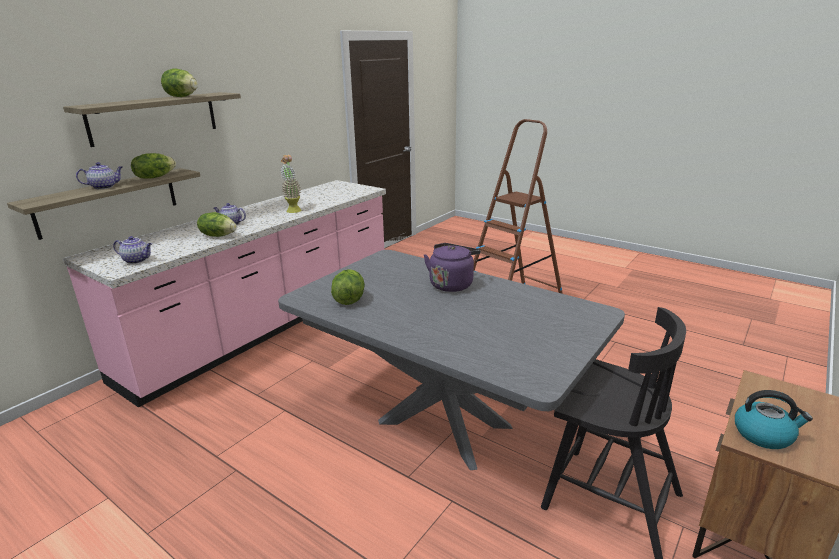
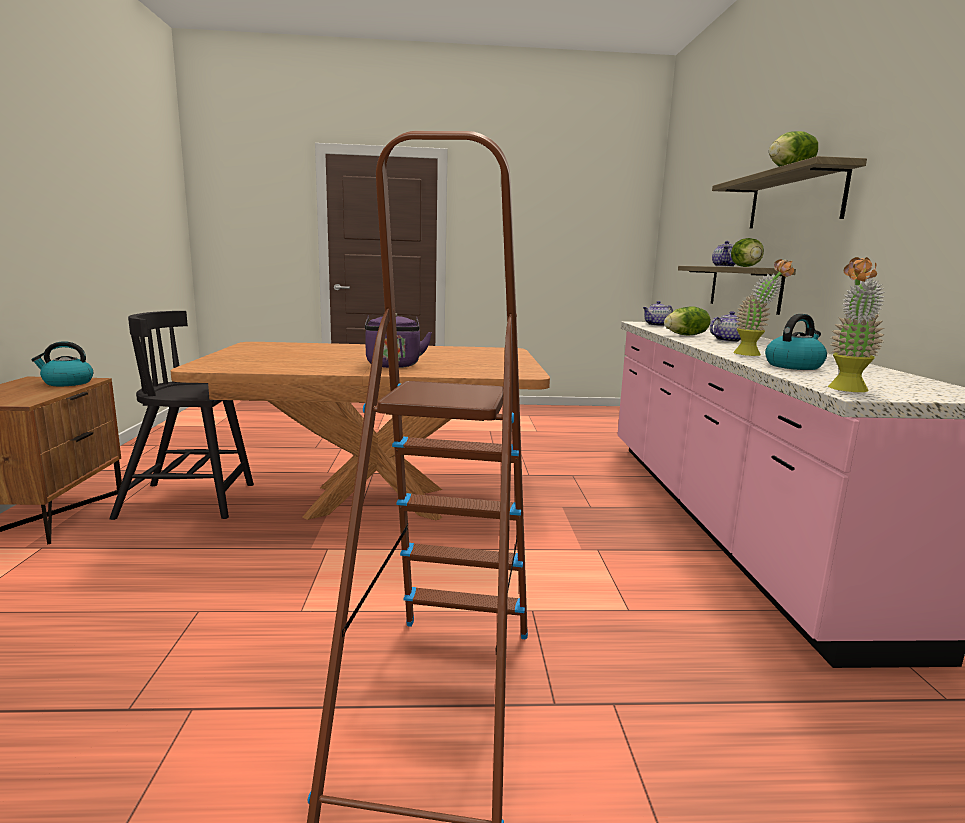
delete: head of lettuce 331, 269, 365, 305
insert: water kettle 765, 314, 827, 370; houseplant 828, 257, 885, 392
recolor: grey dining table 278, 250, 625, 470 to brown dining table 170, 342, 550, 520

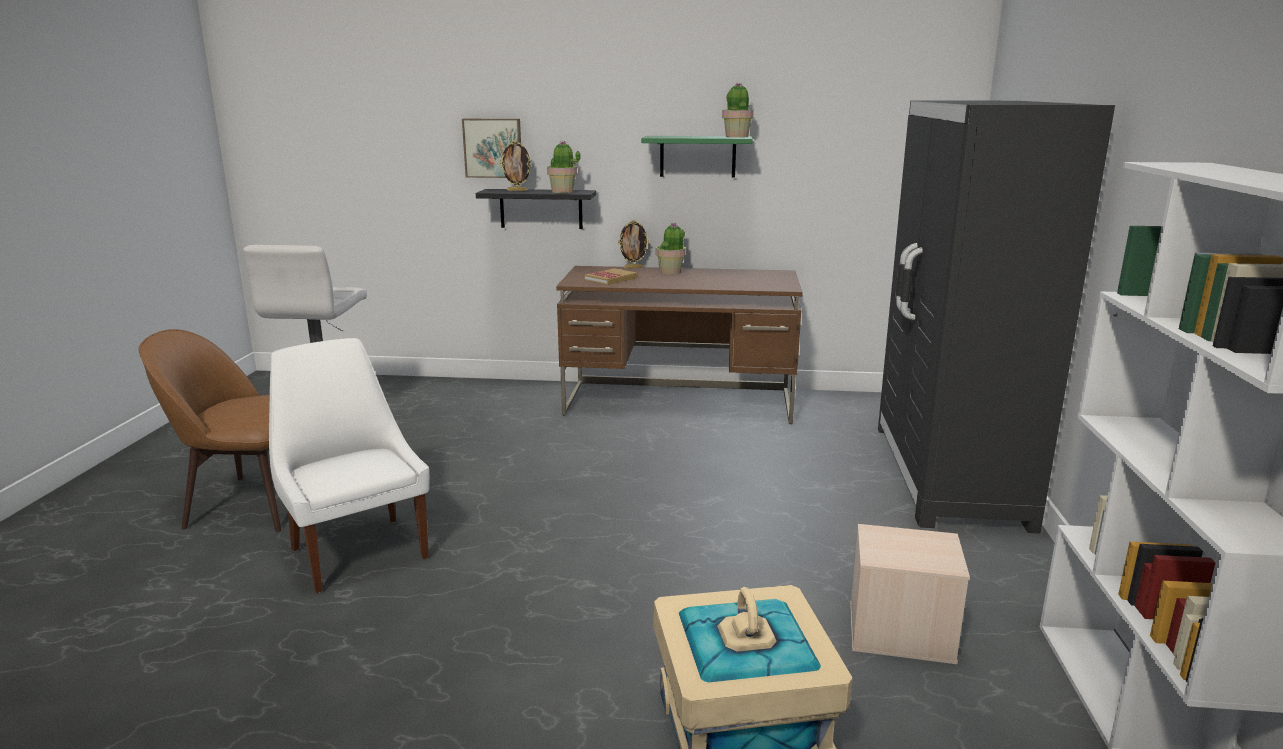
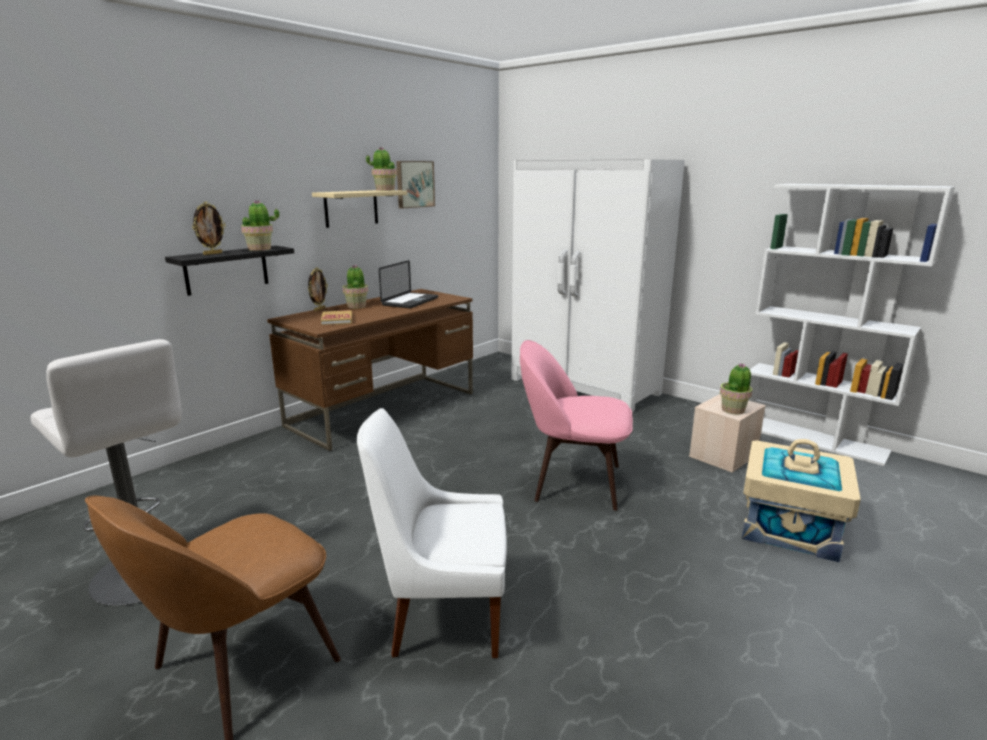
insert: notebook computer 379, 260, 438, 308; pink chair 520, 340, 633, 511; houseplant 720, 363, 752, 414
move: wall picture 462, 119, 521, 178 to 396, 161, 435, 209
recolor: green-coloured shelf 641, 136, 753, 178 to beige-coloured shelf 312, 190, 407, 228; black-coloured cabinet 878, 100, 1115, 534 to whitish cabinet 511, 159, 685, 412

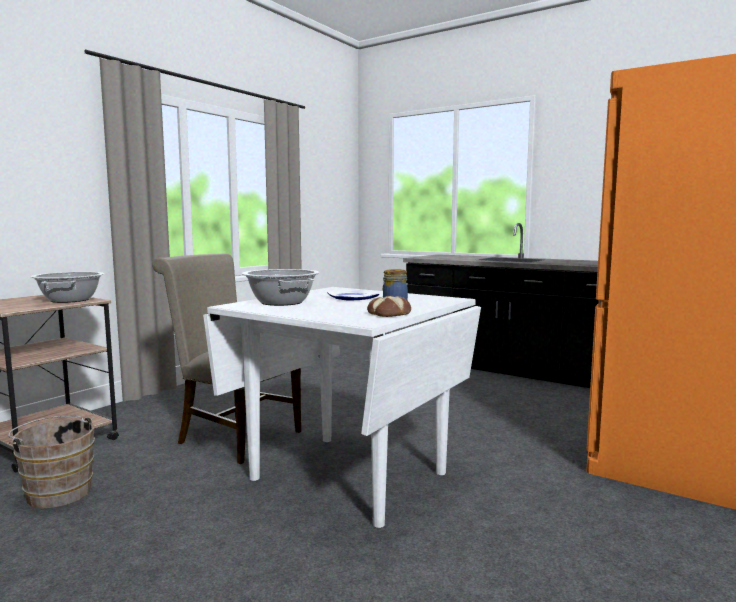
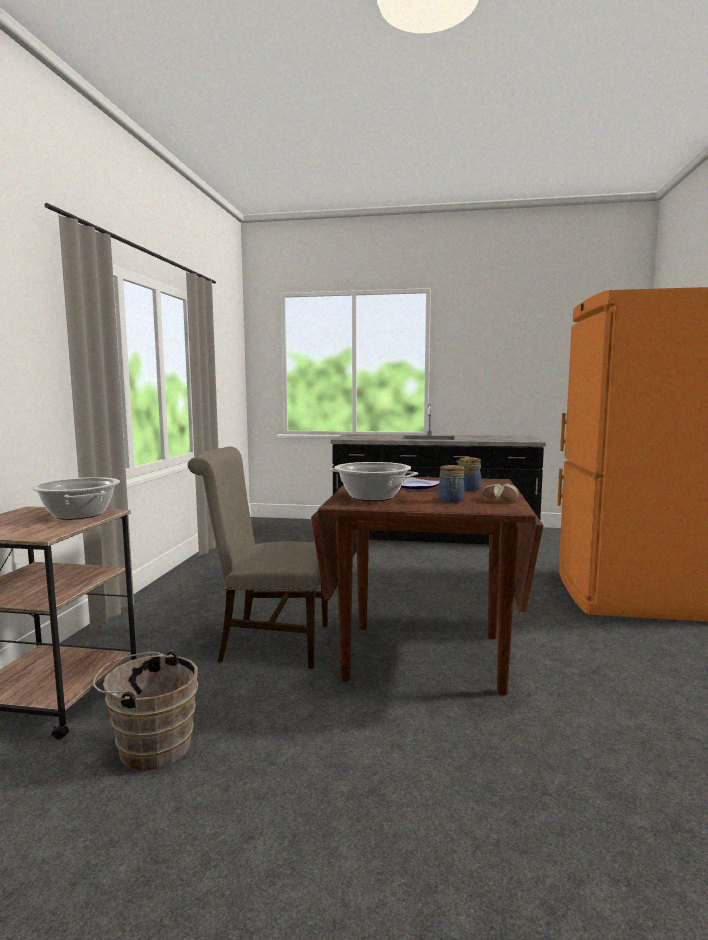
insert: preserve jar 439, 465, 464, 503
recolor: whitish dining table 203, 287, 481, 528 to brown dining table 311, 477, 543, 695

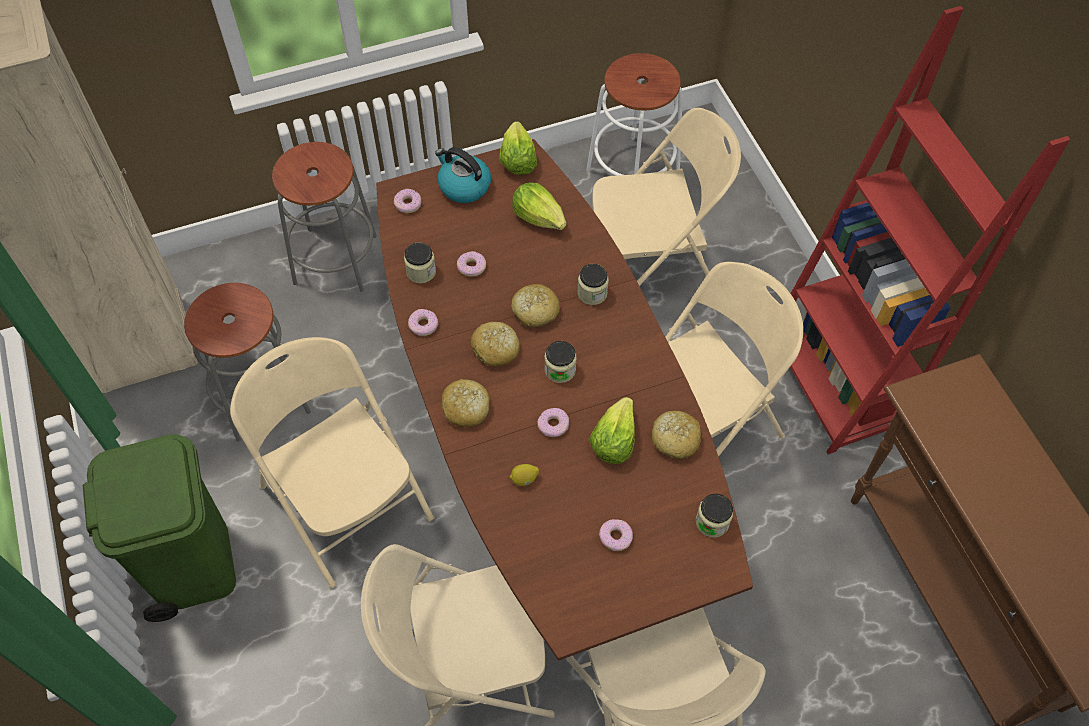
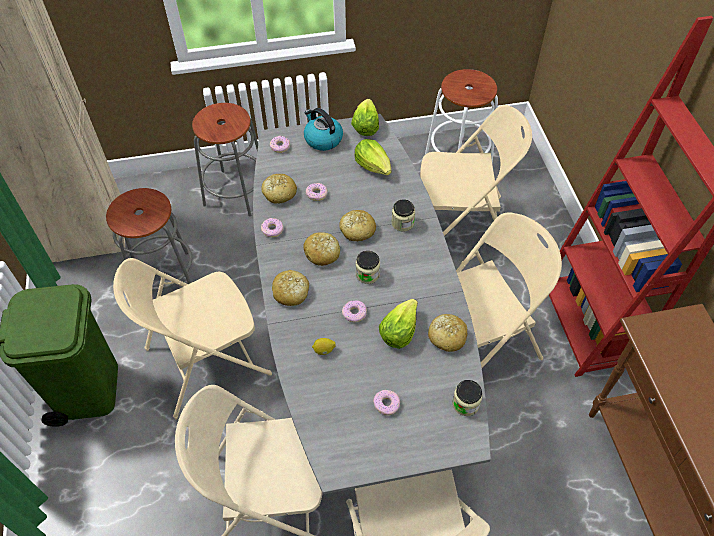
replace: preserve jar 404, 242, 436, 284 to bread 261, 174, 297, 203
recolor: brown dining table 376, 139, 753, 661 to grey dining table 253, 114, 491, 495
rotate: beige-coloured chair 230, 337, 435, 589 = 113, 258, 272, 419 90 degrees counterclockwise

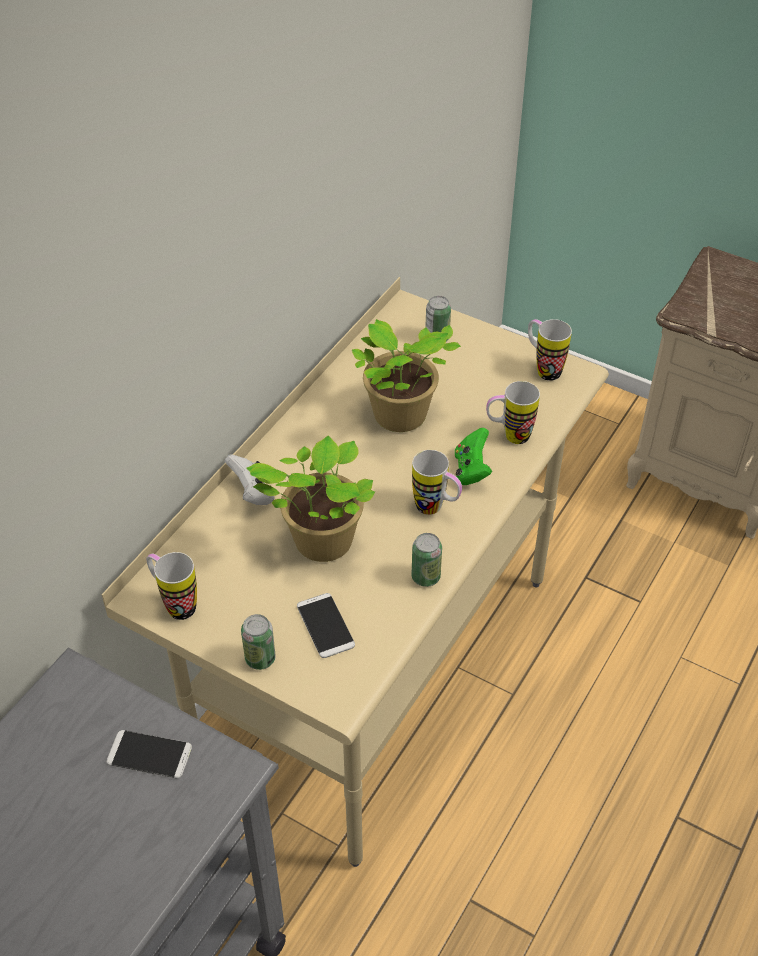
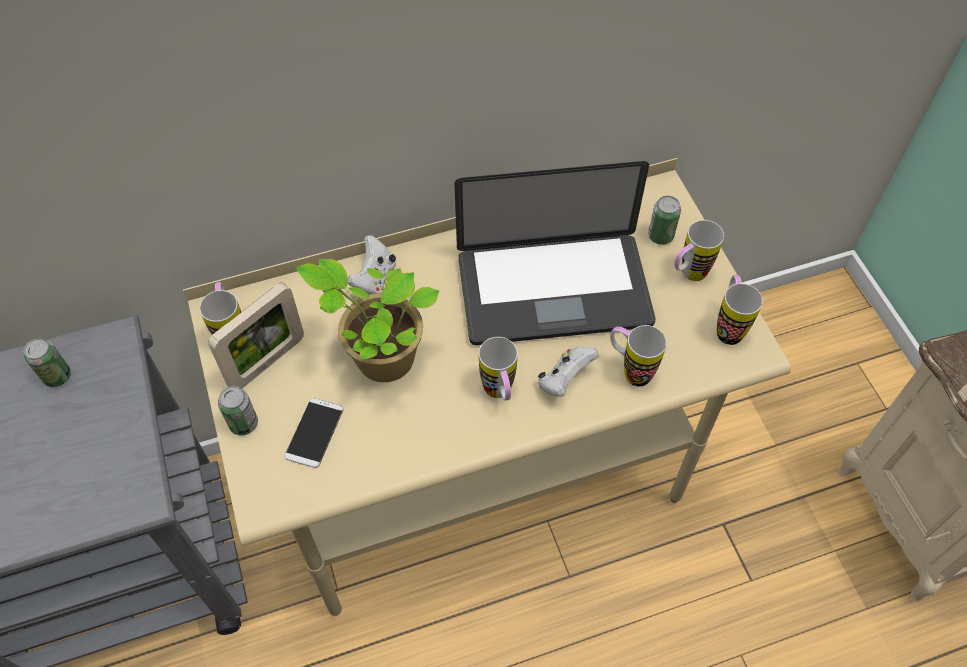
delete: phone 106, 730, 192, 779
insert: standing frame 208, 283, 304, 389; coffee mug 674, 220, 724, 281
move: metal can 412, 533, 442, 587 to 24, 338, 71, 387
replace: houseplant 352, 319, 461, 432 to notebook computer 454, 161, 656, 345
recolor: green-coloured gamepad 455, 428, 492, 485 to whitish gamepad 538, 347, 599, 397

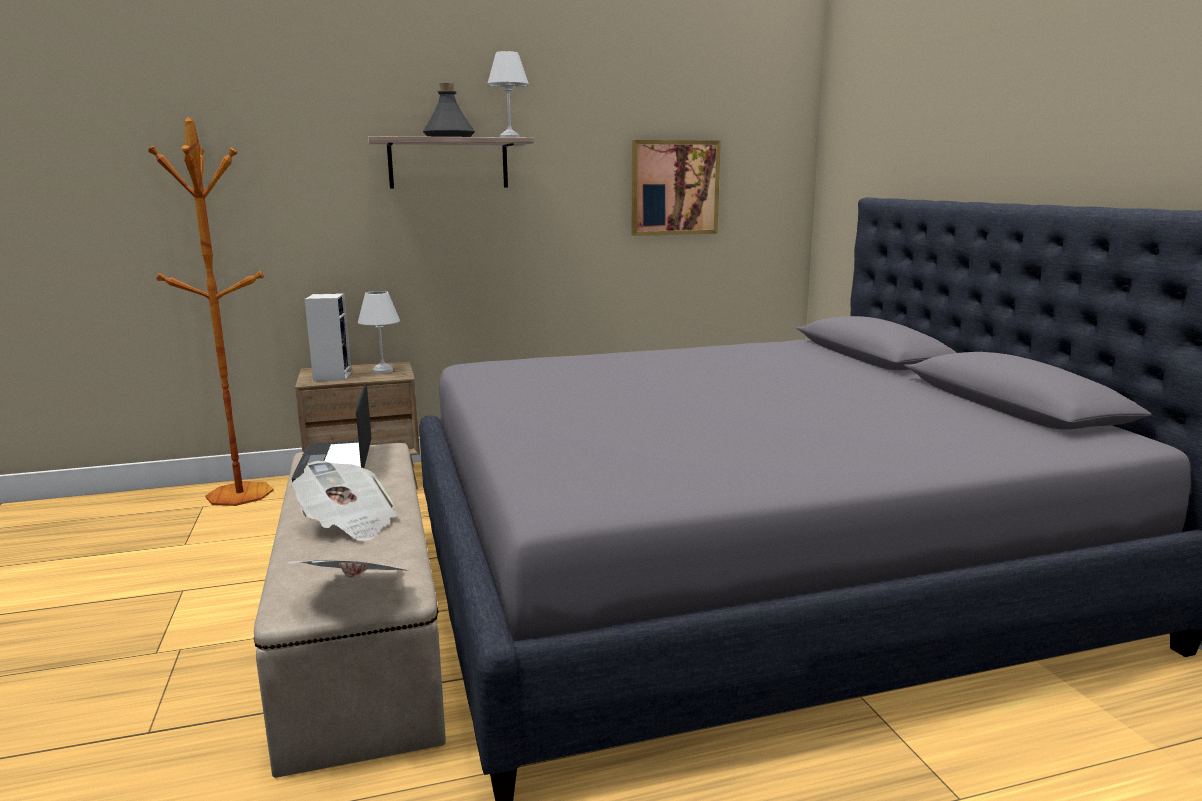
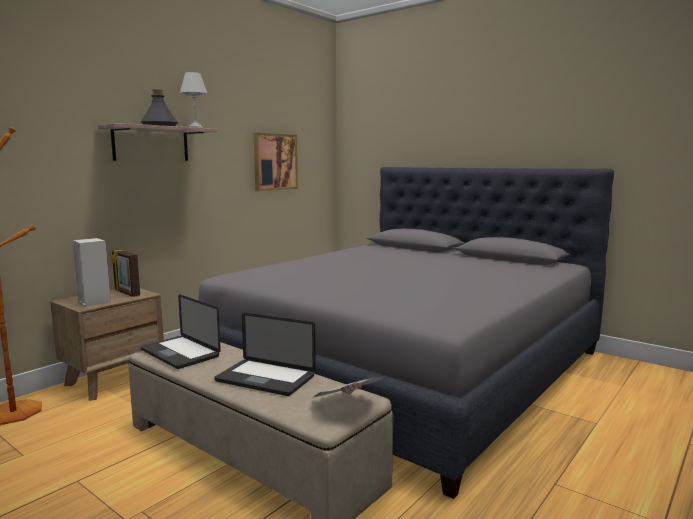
replace: printed paper 292, 461, 398, 541 to notebook computer 214, 313, 316, 396; whitish lamp for a table 358, 291, 400, 374 to standing frame 111, 249, 140, 297

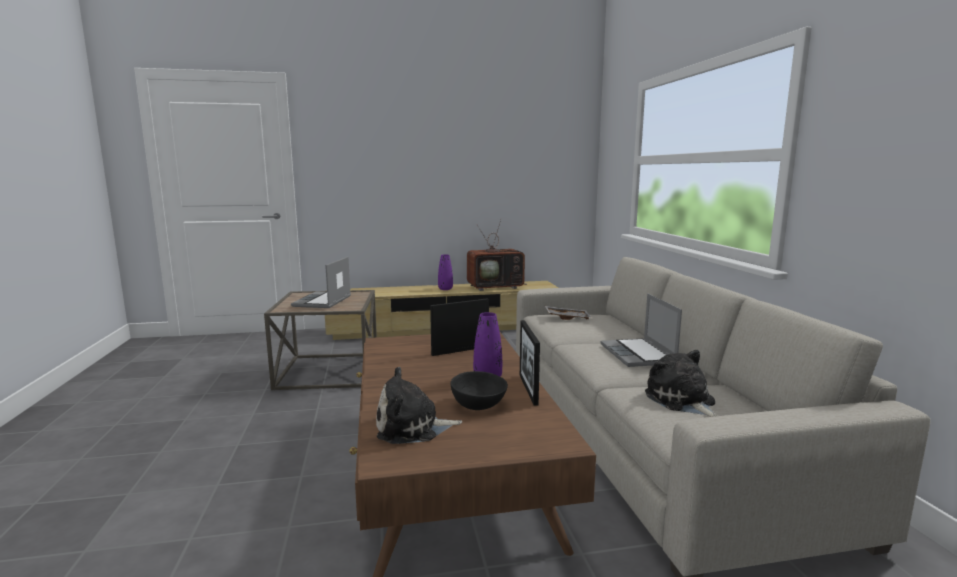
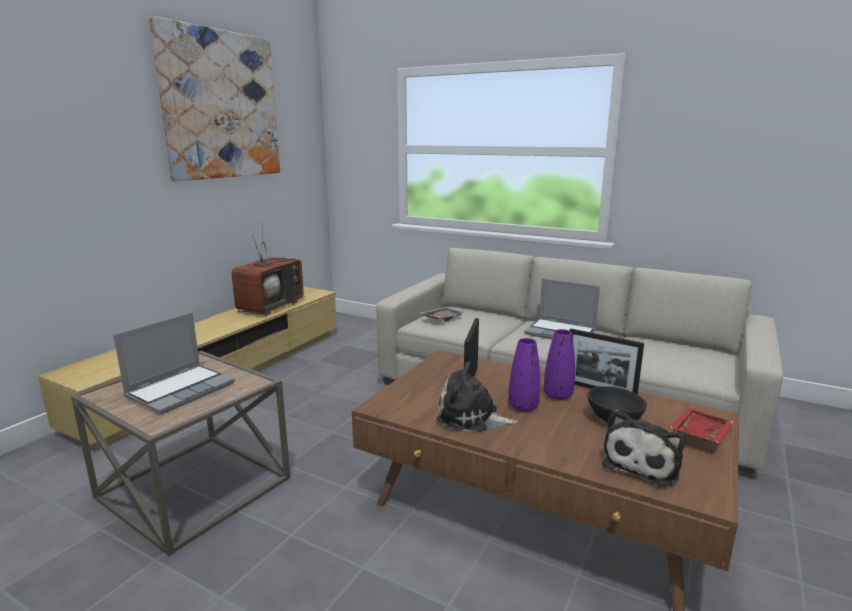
insert: wall picture 149, 16, 280, 181; red tray 670, 408, 733, 443
move: purple vase 438, 254, 453, 290 to 508, 338, 540, 412; plush toy 645, 350, 718, 417 to 436, 362, 517, 432
rotate: notebook computer 291, 256, 351, 308 = 113, 313, 235, 414 105 degrees counterclockwise

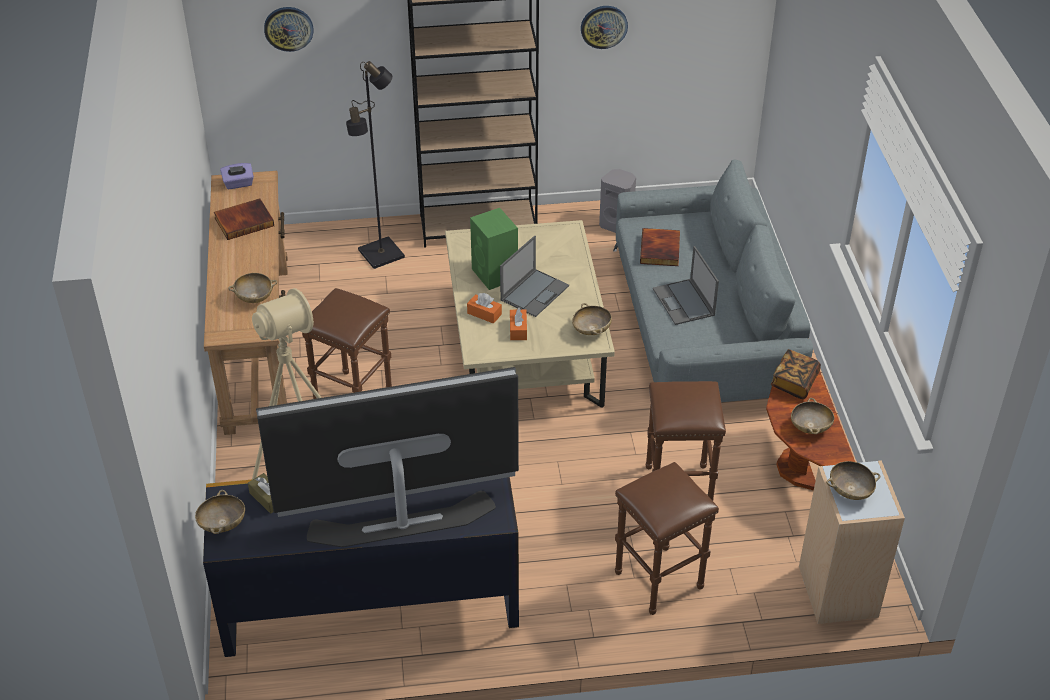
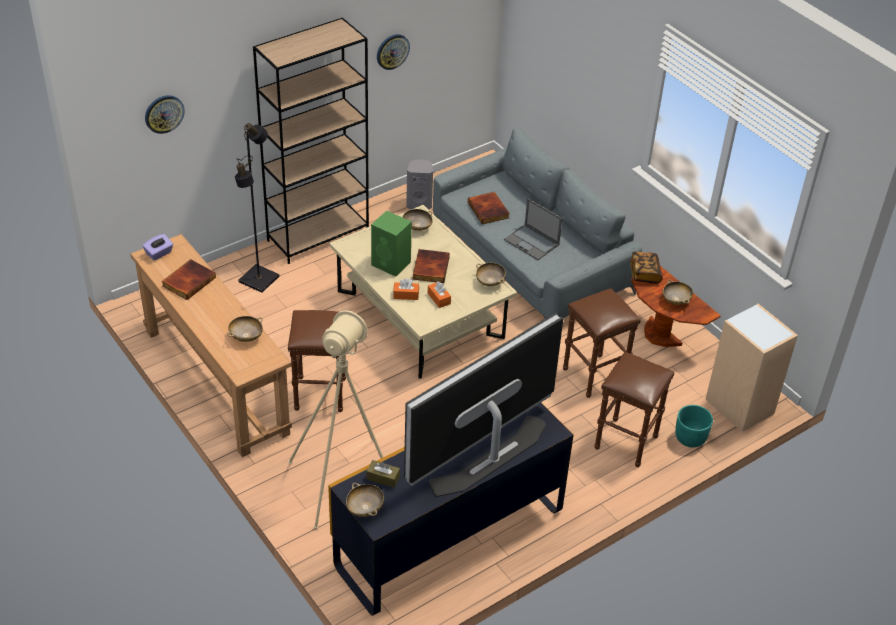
insert: blue-green planter 675, 405, 713, 448
move: beige-coloured serving bowl 826, 461, 880, 500 to 403, 209, 433, 231
replace: notebook computer 500, 236, 569, 317 to book 413, 249, 450, 283

